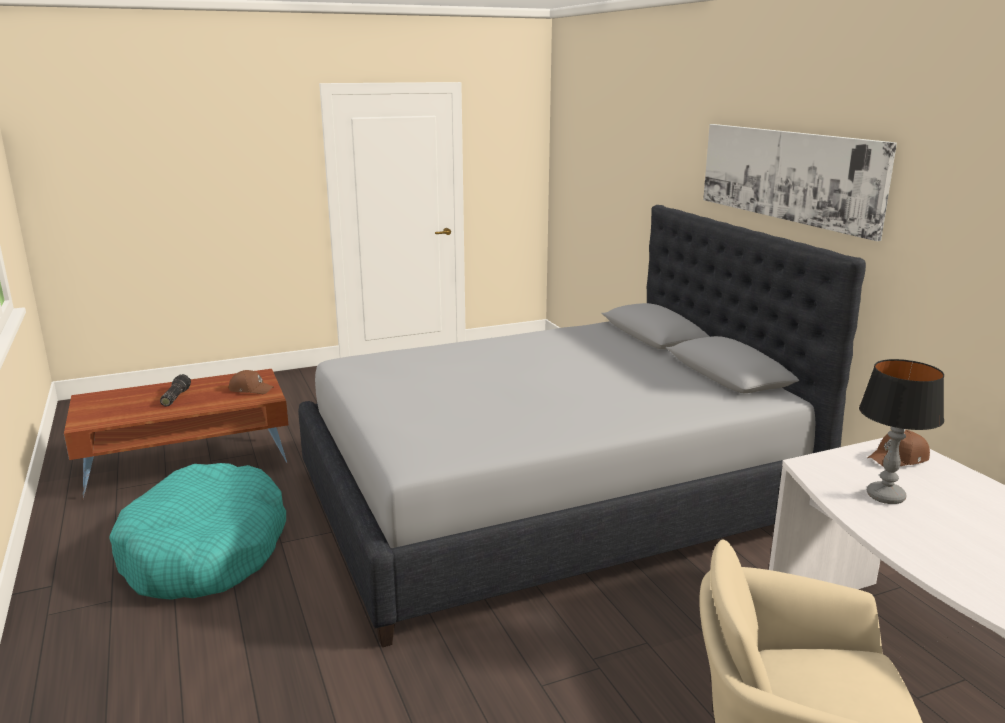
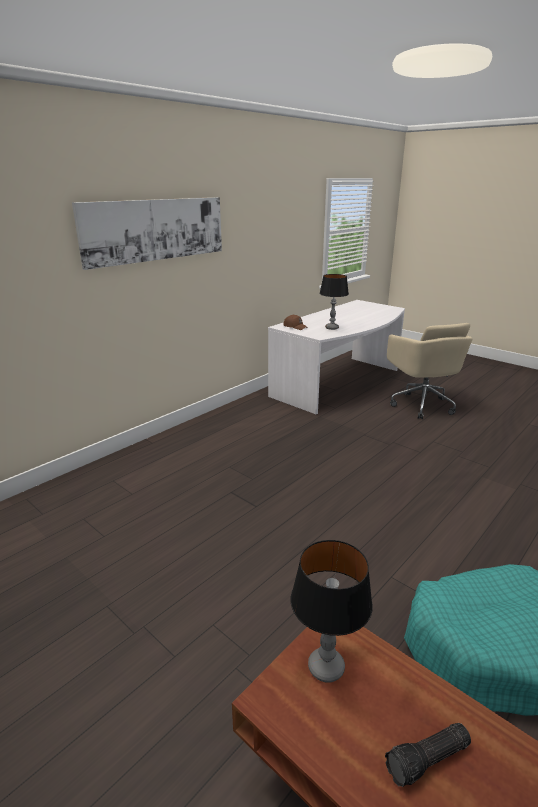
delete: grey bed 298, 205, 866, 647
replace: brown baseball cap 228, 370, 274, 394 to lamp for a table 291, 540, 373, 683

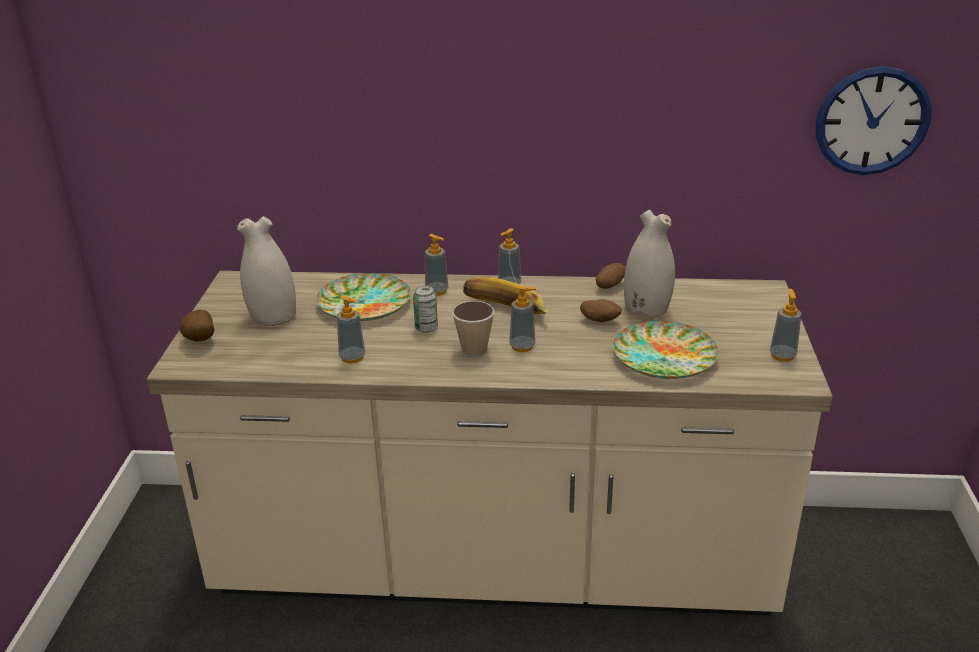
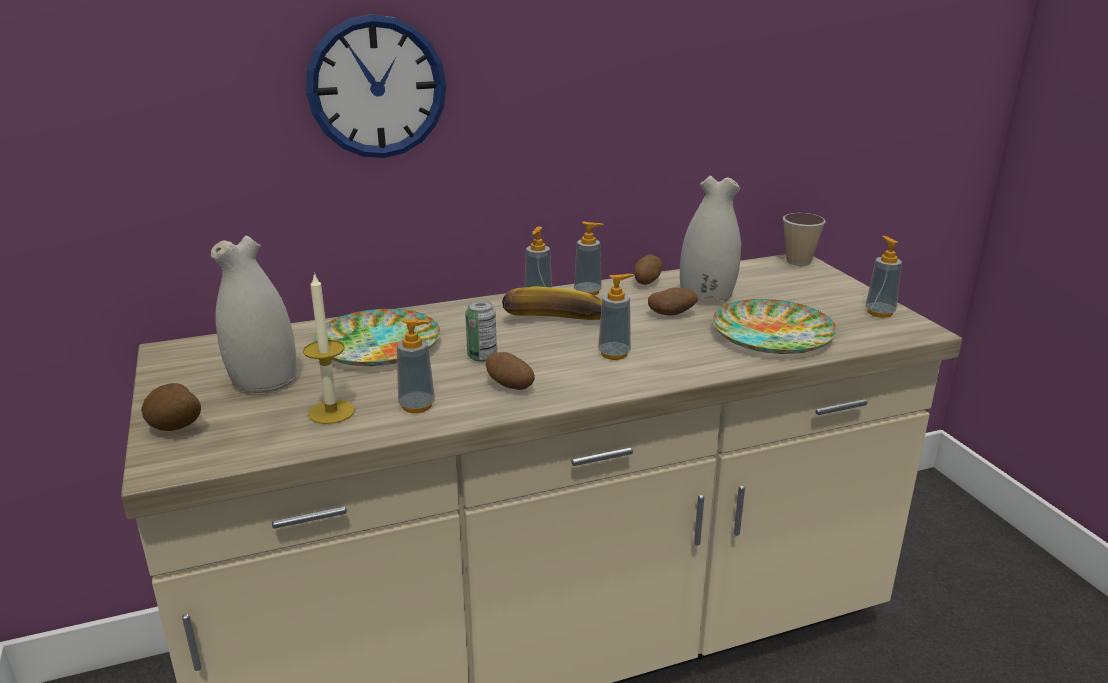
insert: wax candle 303, 272, 355, 424; whole potato 486, 352, 535, 390
move: soap bottle 425, 234, 449, 296 to 574, 221, 603, 296; small cup 452, 301, 495, 357 to 783, 213, 825, 266; hanging clock 816, 66, 932, 175 to 306, 14, 446, 158

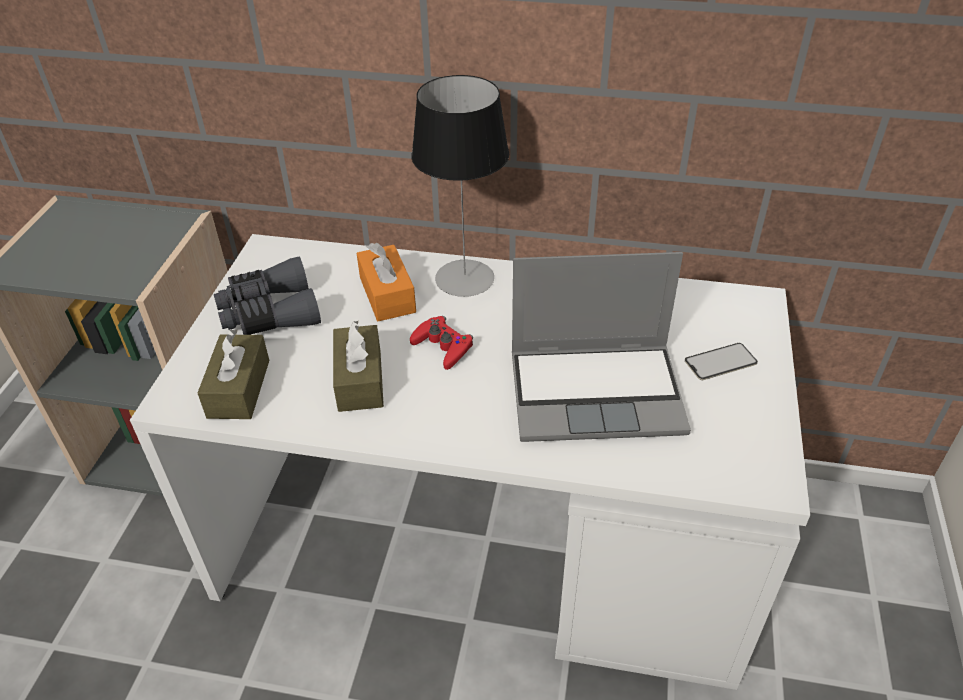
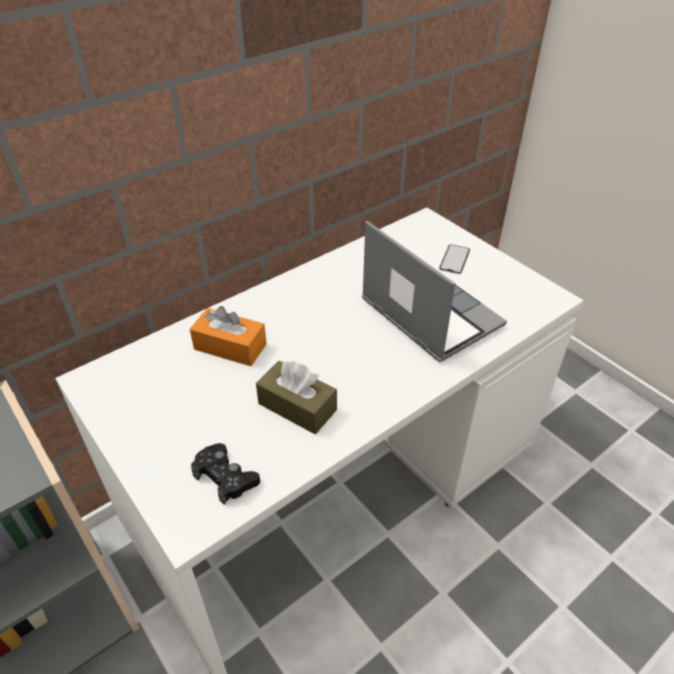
delete: grey binoculars 214, 256, 321, 335; red gamepad 410, 316, 473, 370; lamp for a table 411, 75, 509, 297
replace: brown box of tissues 198, 329, 269, 419 to black-coloured gamepad 191, 443, 260, 505
rotate: notebook computer 512, 252, 691, 442 = 362, 221, 507, 363 75 degrees counterclockwise

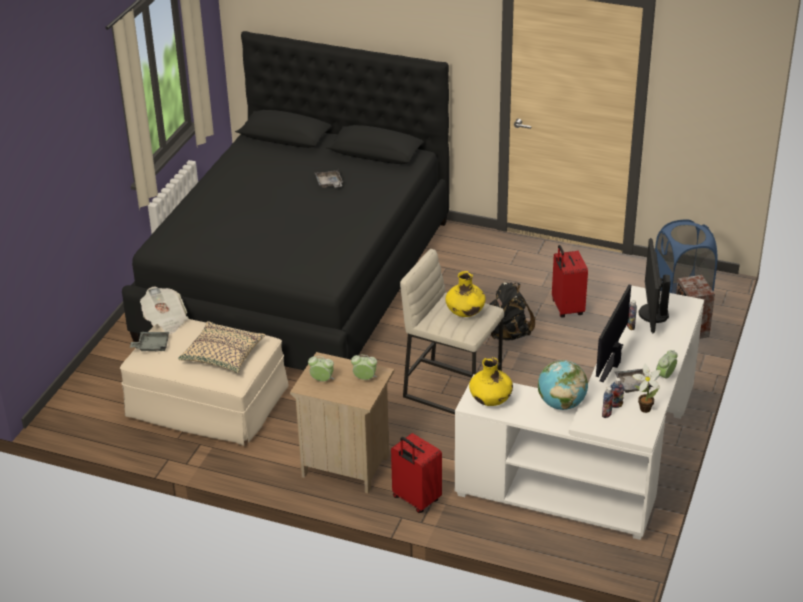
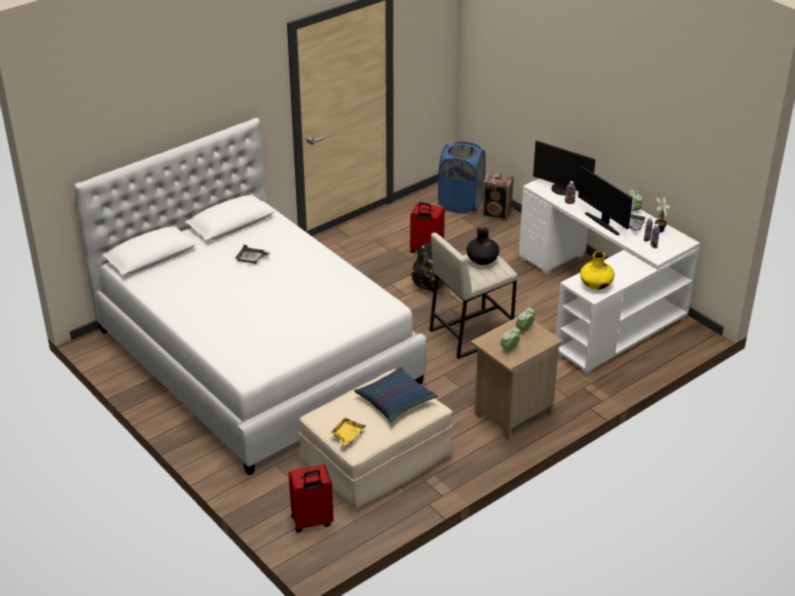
delete: printed paper 140, 286, 189, 334; globe 538, 360, 588, 410
move: red piece of luggage 391, 433, 442, 513 to 289, 464, 333, 533
recolor: black-coloured bed 122, 31, 450, 370 to whitish bed 74, 118, 426, 475; grey tray 130, 332, 169, 352 to yellow-coloured tray 330, 417, 366, 445; beige-coloured pillow 178, 321, 265, 373 to blue-coloured pillow 354, 367, 438, 422; yellow-coloured vase 446, 271, 486, 317 to black-coloured vase 466, 227, 500, 265

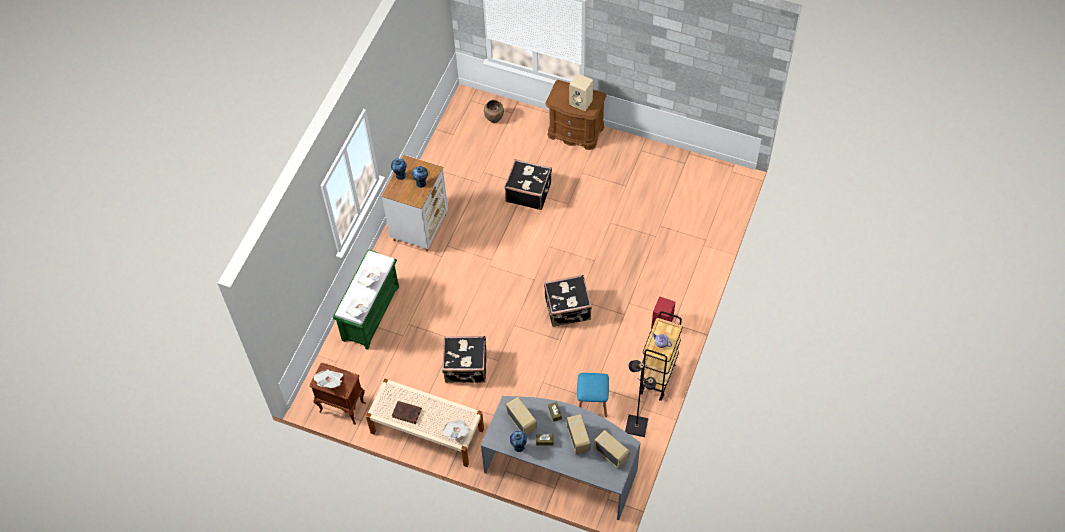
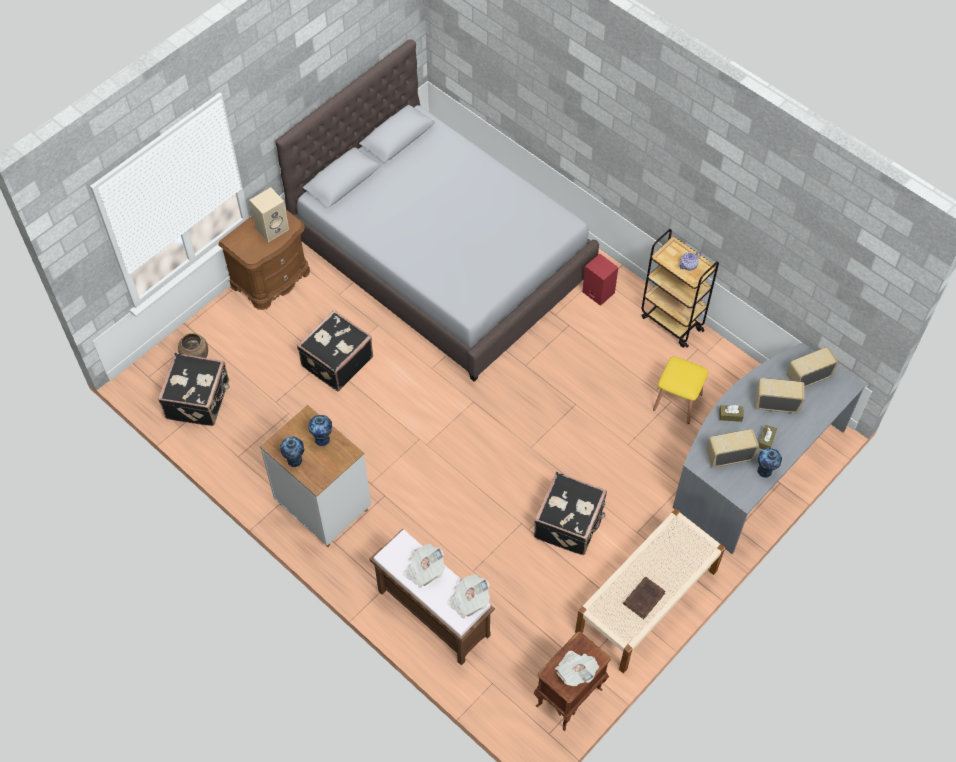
delete: printed paper 442, 419, 470, 439; black-coloured standing lamp 625, 360, 656, 437
insert: grey bed 275, 40, 599, 382
move: black-coloured piece of luggage 544, 275, 592, 327 to 158, 353, 230, 426
recolor: green-coloured long seat 333, 249, 399, 350 to brown long seat 369, 529, 495, 665; blue-coloured stool seat 577, 373, 609, 417 to yellow-coloured stool seat 653, 357, 708, 424

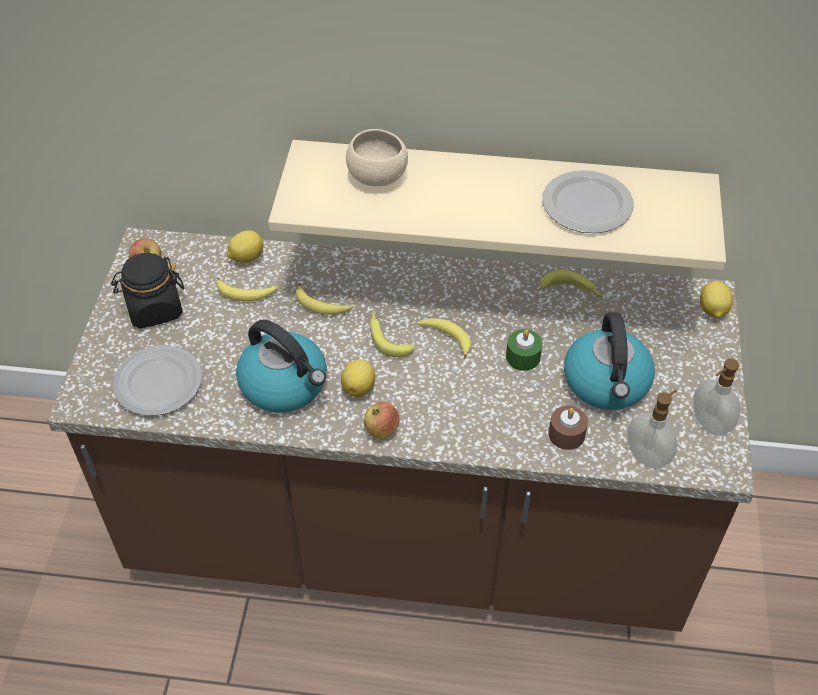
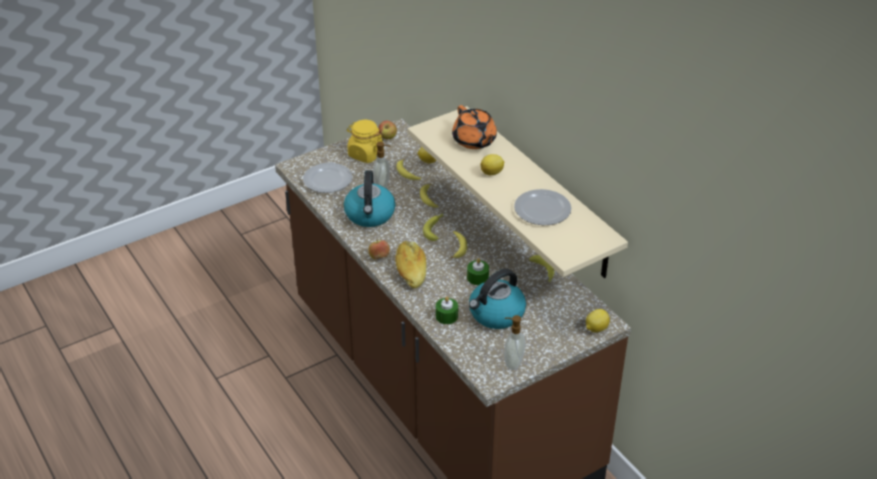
insert: bread 395, 241, 426, 288
move: citrus fruit 341, 360, 375, 397 to 481, 154, 504, 175; soap bottle 627, 390, 677, 469 to 373, 142, 390, 188
replace: beige-coloured serving bowl 346, 129, 408, 186 to orange tea pot 452, 105, 497, 149
recolor: black-coloured preserve jar 111, 253, 184, 328 to yellow-coloured preserve jar 347, 120, 384, 163; brown wax candle 548, 406, 588, 450 to green-coloured wax candle 436, 297, 458, 324

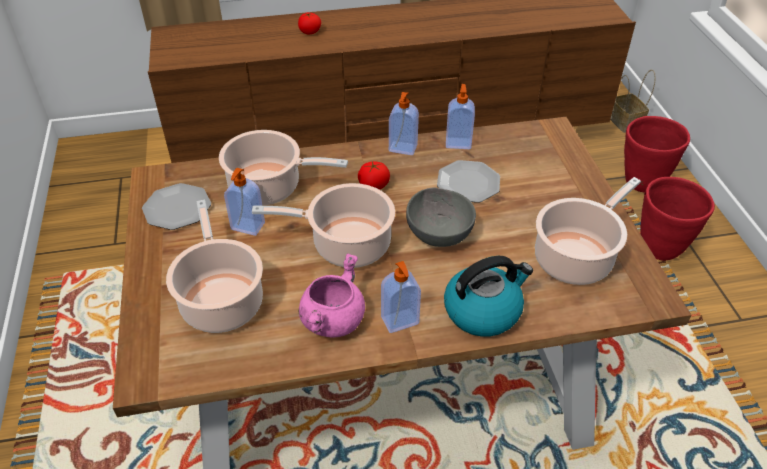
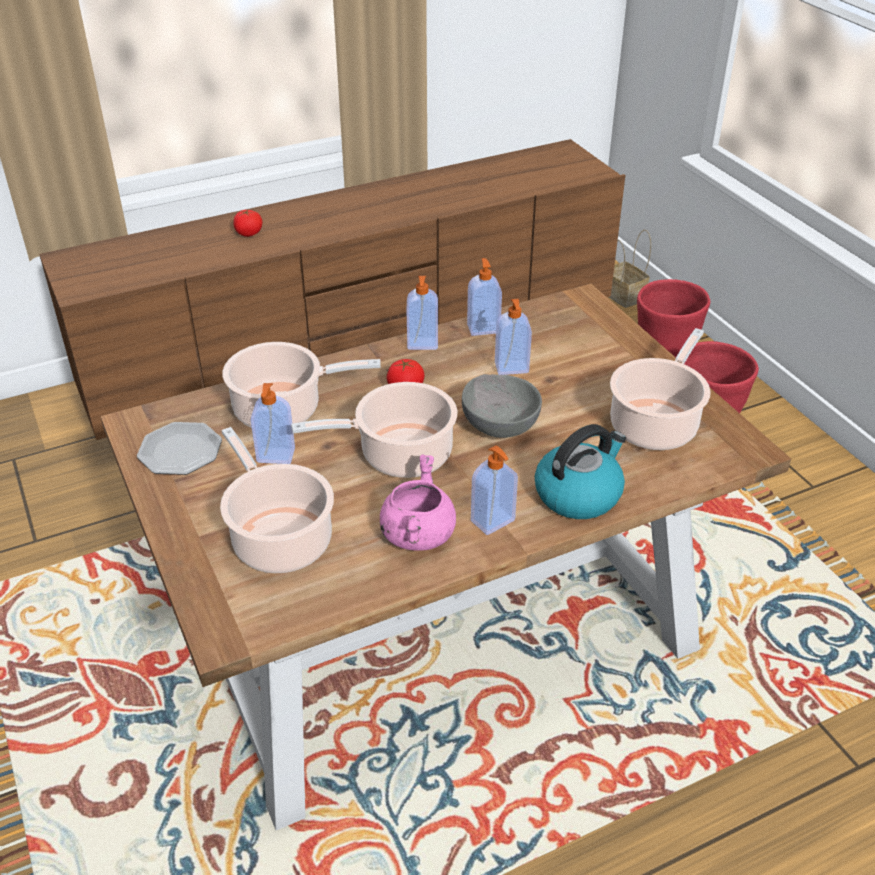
replace: plate 437, 160, 500, 203 to soap bottle 495, 299, 532, 375

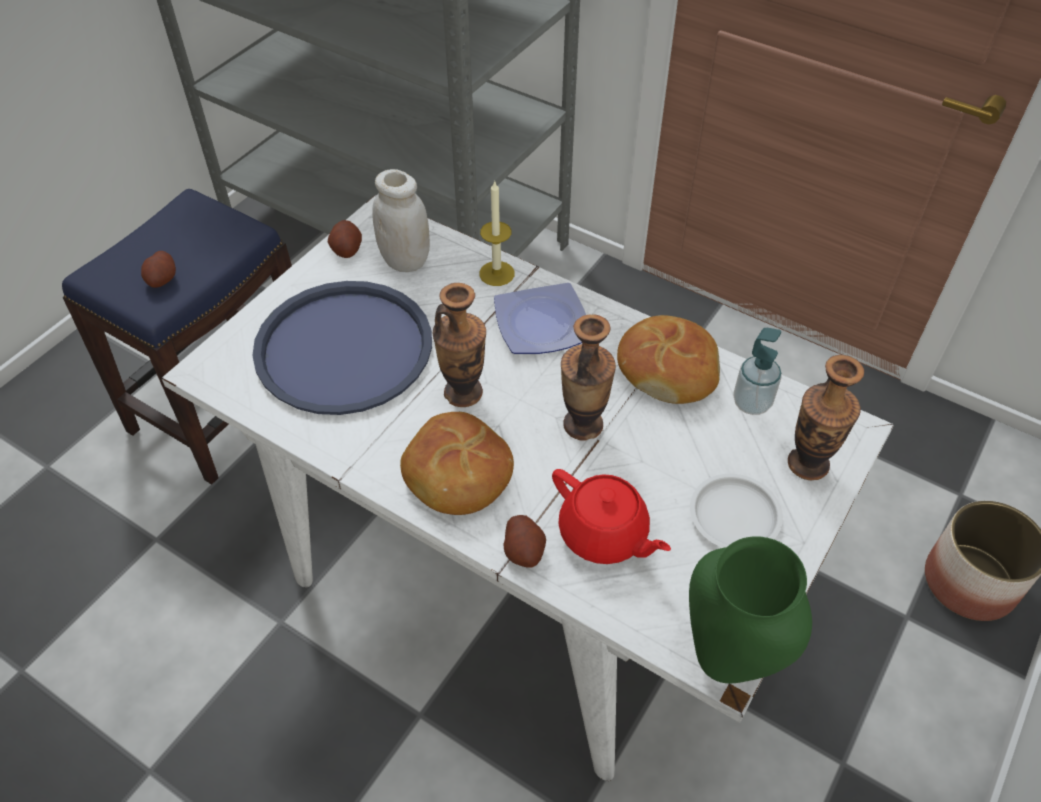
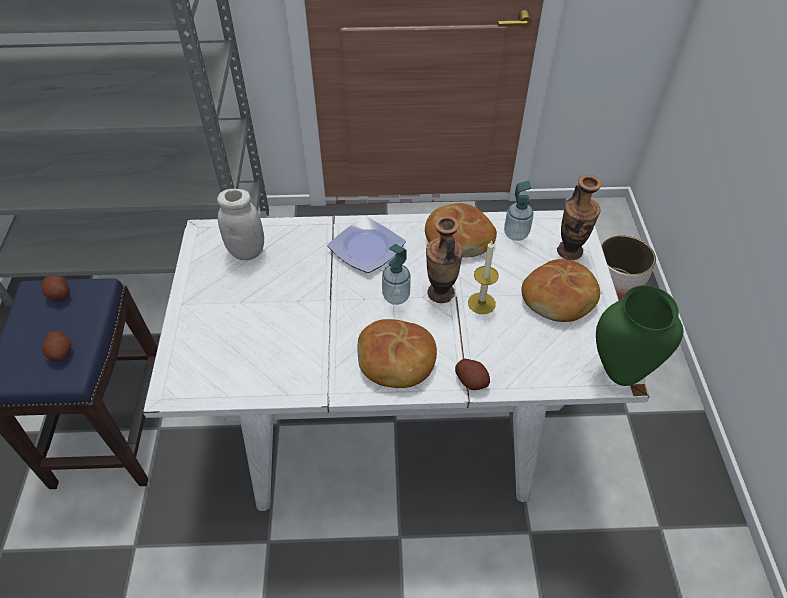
delete: blue-coloured tray 252, 281, 432, 415; vase 433, 283, 486, 407; red tea pot 552, 469, 671, 564
insert: soap bottle 382, 244, 411, 305
move: whole potato 328, 220, 362, 258 to 42, 274, 69, 301; wax candle 479, 180, 515, 286 to 468, 241, 499, 314
replace: whitish plate 690, 474, 783, 548 to bread 521, 259, 600, 322

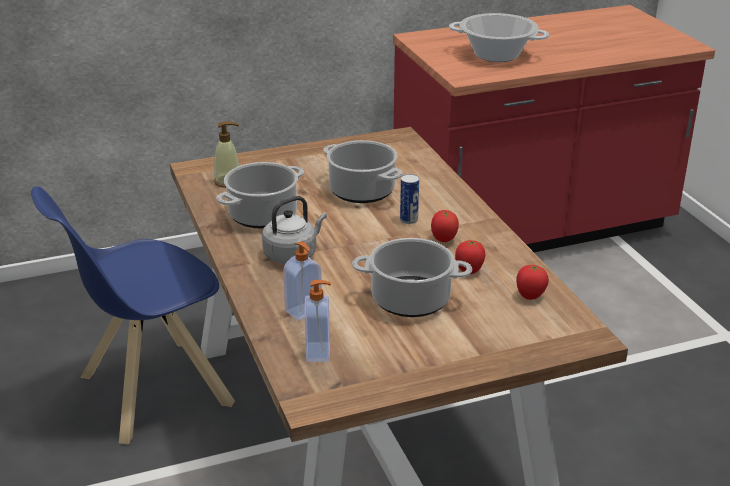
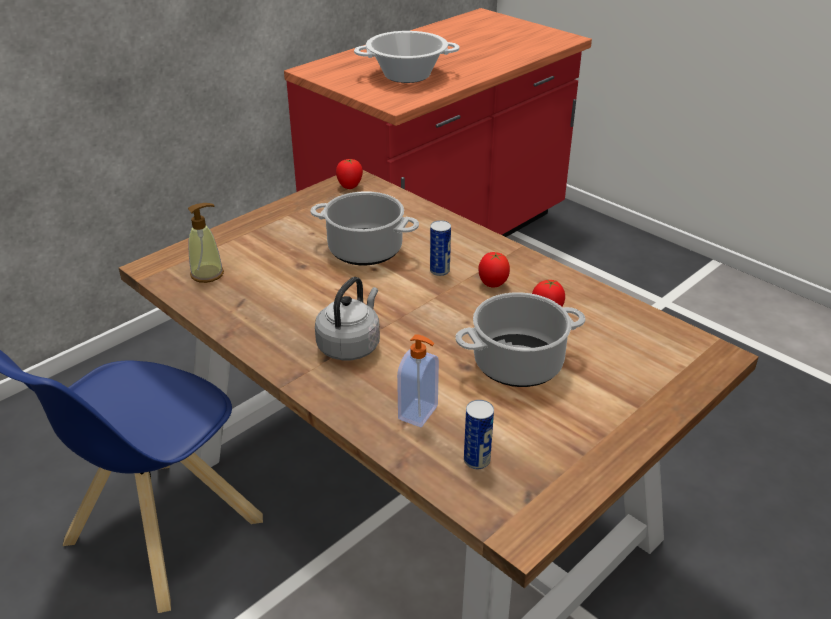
delete: saucepot 217, 162, 304, 228
move: whole tomato 516, 265, 549, 300 to 336, 159, 363, 189
replace: soap bottle 305, 280, 331, 362 to metal can 464, 400, 494, 469

